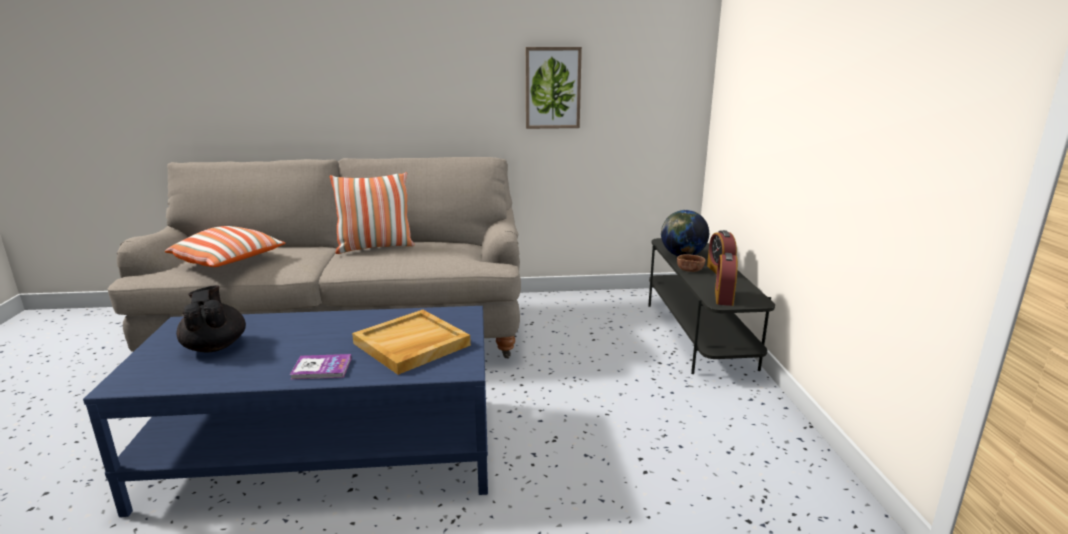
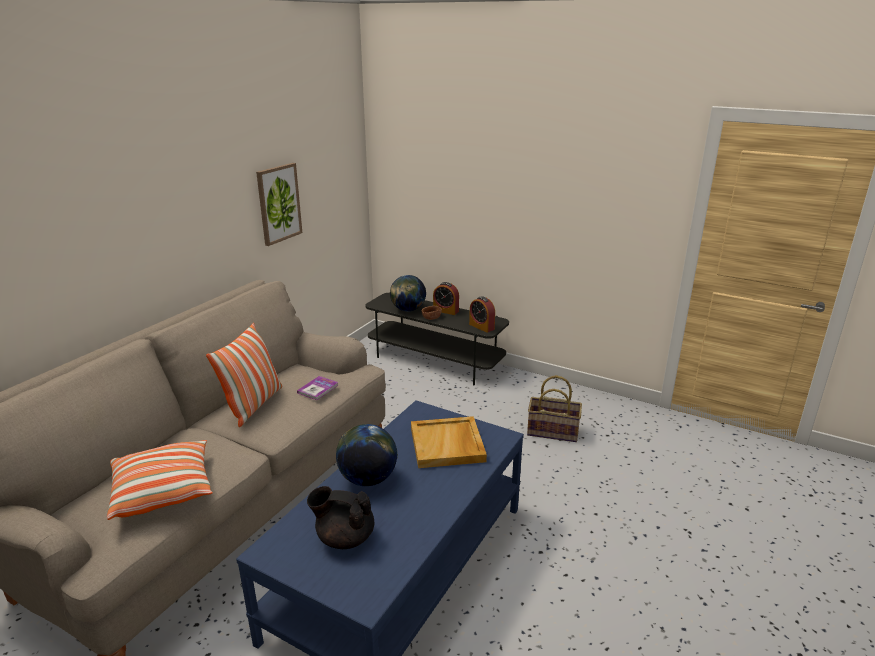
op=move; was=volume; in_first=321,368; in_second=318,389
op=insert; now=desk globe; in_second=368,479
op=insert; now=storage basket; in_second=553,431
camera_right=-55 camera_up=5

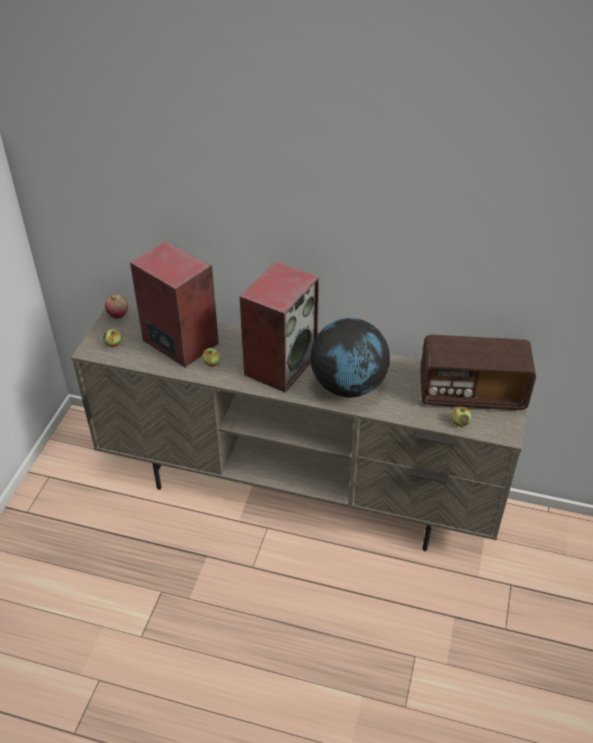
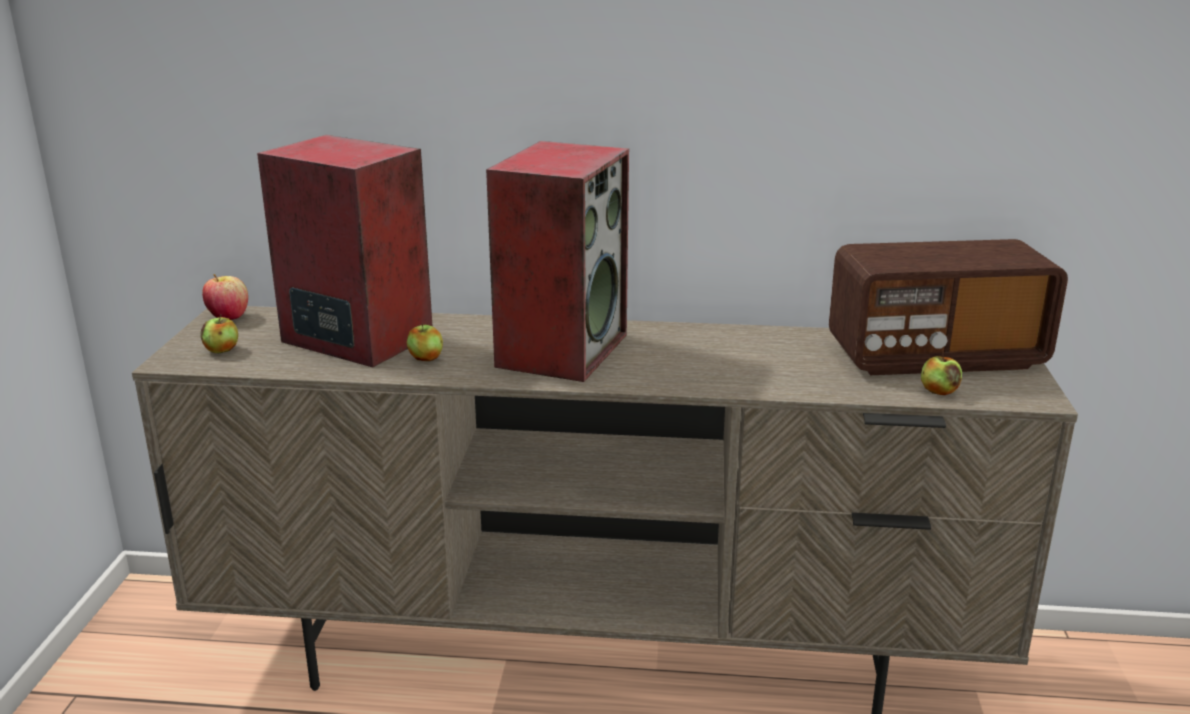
op=delete; was=desk globe; in_first=348,385
camera_right=-10 camera_up=-20

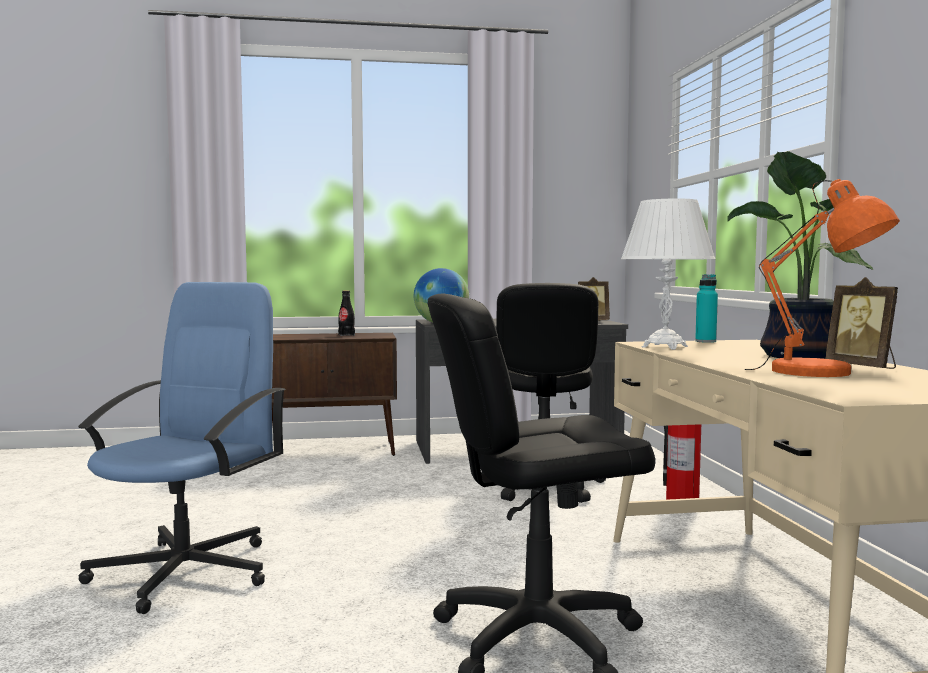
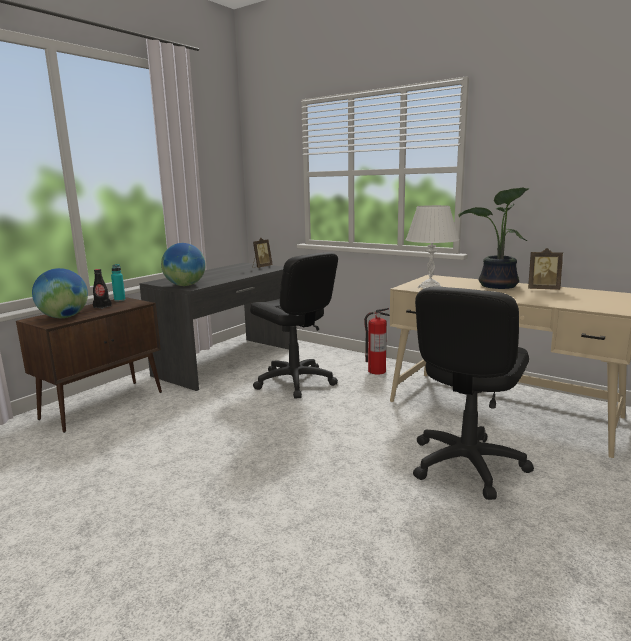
op=insert; now=desk globe; in_second=64,317
op=move; was=beverage bottle/blue-green; in_first=705,341; in_second=120,300
op=delete; was=desk chair/bluish; in_first=187,571
op=delete; was=lamp for a table/orange; in_first=820,373
camera_right=-45 camera_up=10

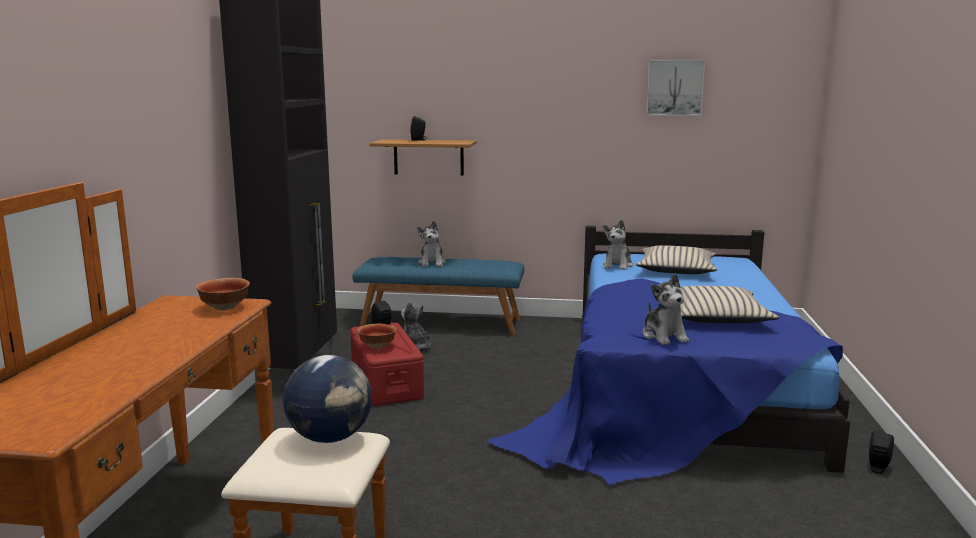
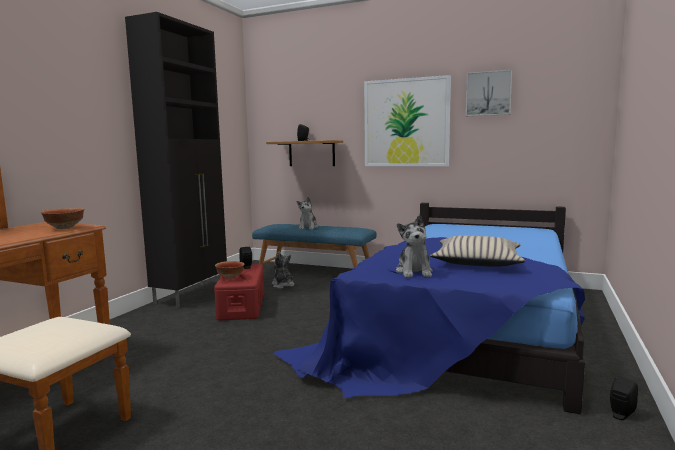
op=insert; now=wall art; in_second=406,123
op=delete; was=desk globe; in_first=330,438
op=delete; was=cuddly toy; in_first=618,265
op=delete; was=throw pillow/beige; in_first=676,270
camera_right=15 camera_up=-5

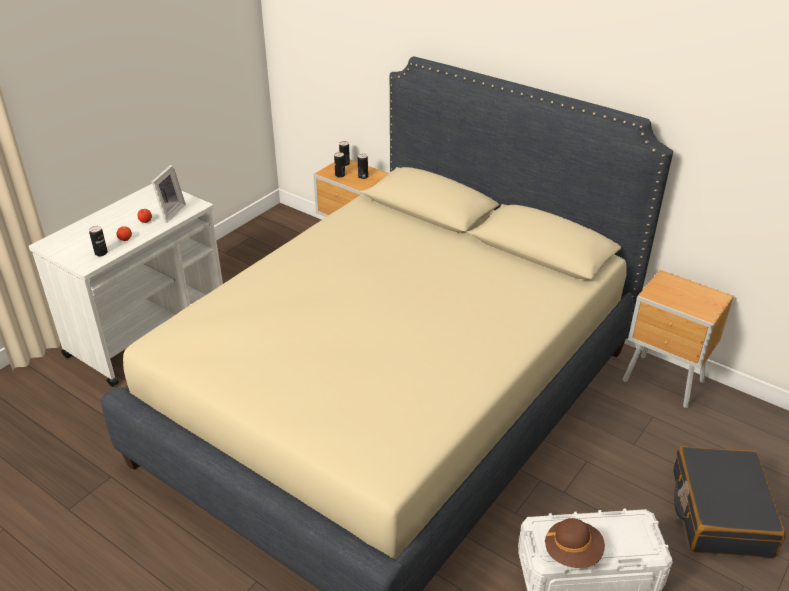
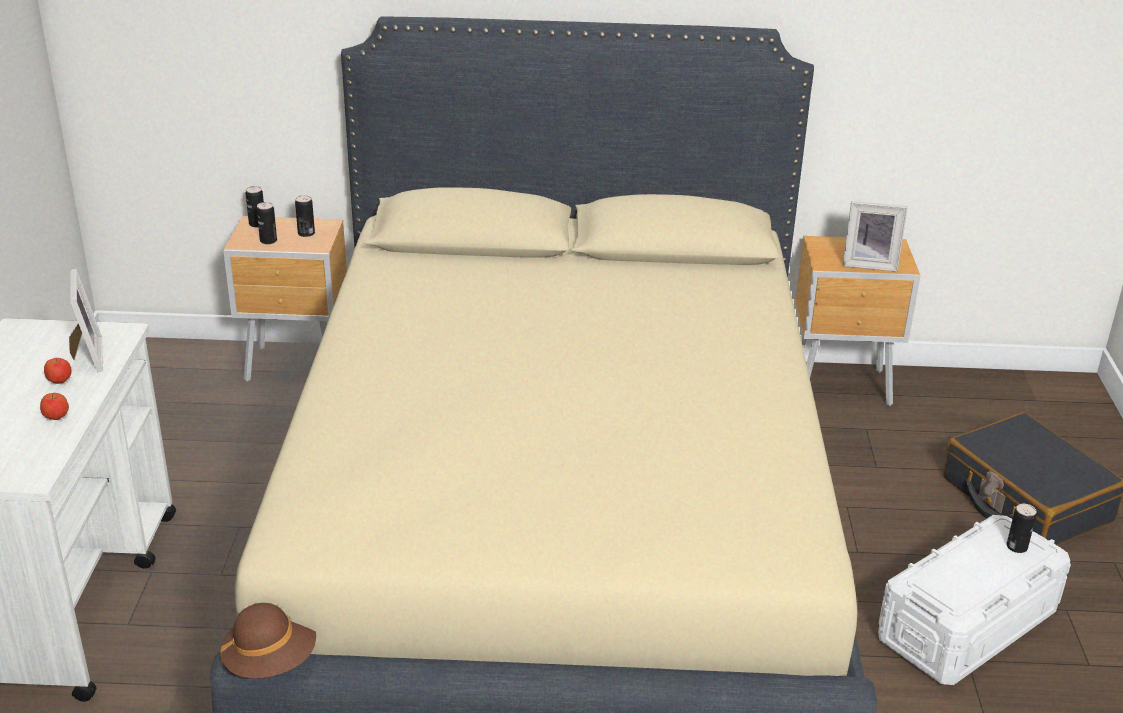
op=move; was=wearable hat/brown-coloured; in_first=572,552; in_second=271,660
op=insert; now=photo frame; in_second=869,264
op=move; was=can; in_first=101,253; in_second=1016,547
camera_right=-35 camera_up=-5

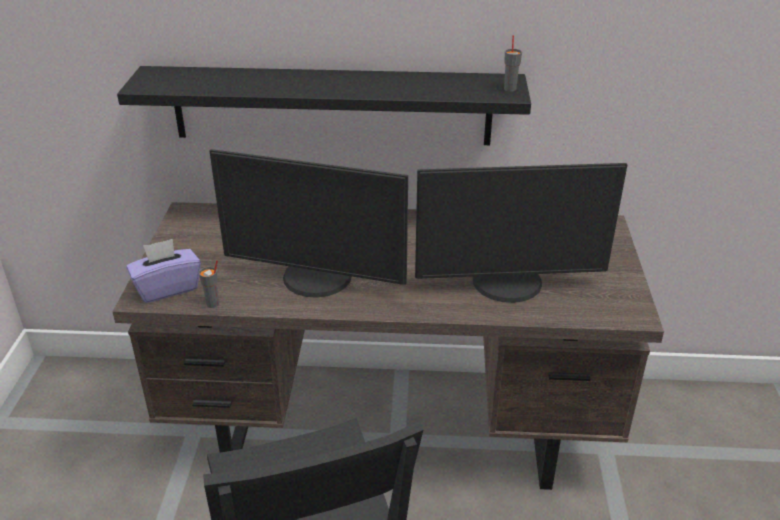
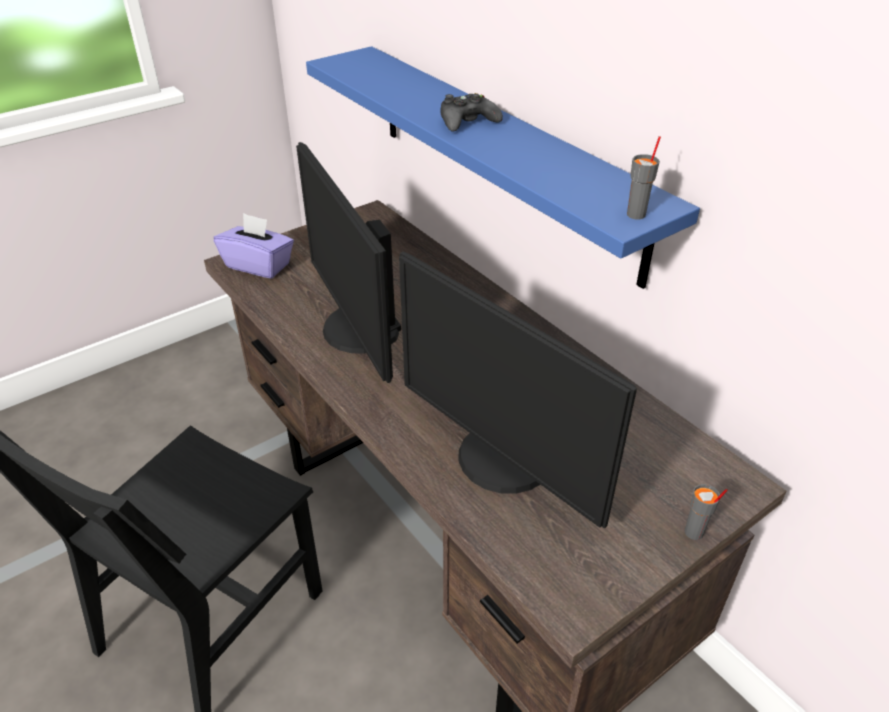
op=recolor; was=shelf/black-coloured; now=shelf/bluish; in_first=332,105; in_second=501,157
op=insert; now=game controller/black-coloured; in_second=467,122
op=move; was=cup/gray; in_first=213,304; in_second=694,533
camera_right=50 camera_up=5

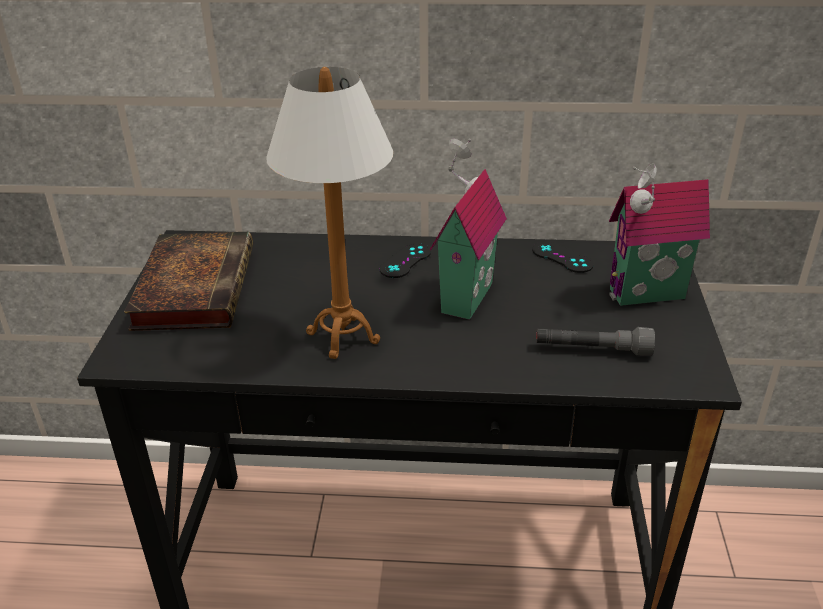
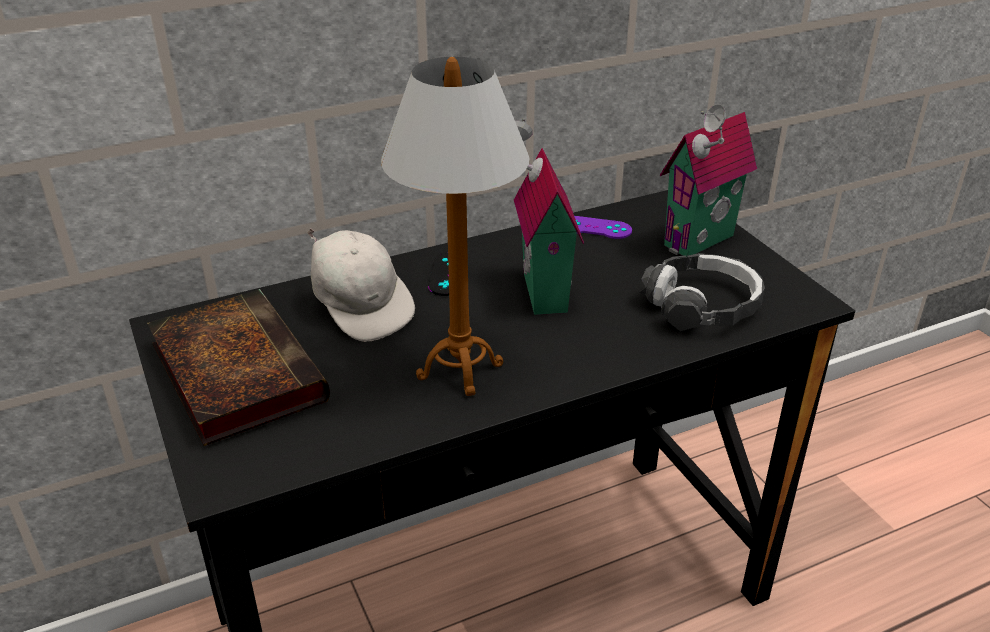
op=insert; now=peaked cap/white-coloured; in_second=361,308
op=recolor; was=game controller/black-coloured; now=game controller/purple; in_first=562,257; in_second=595,228
op=replace; was=flashlight/gray; now=headset; in_first=592,350; in_second=701,305
camera_right=-30 camera_up=0

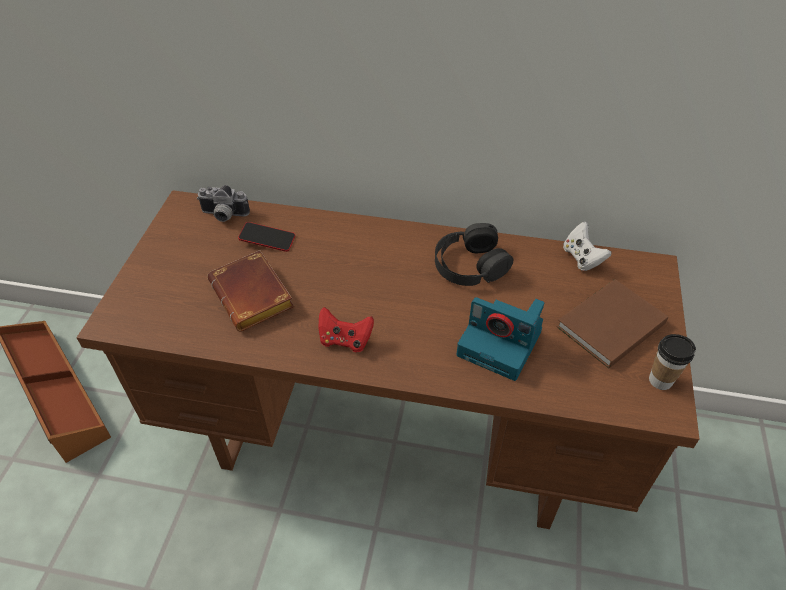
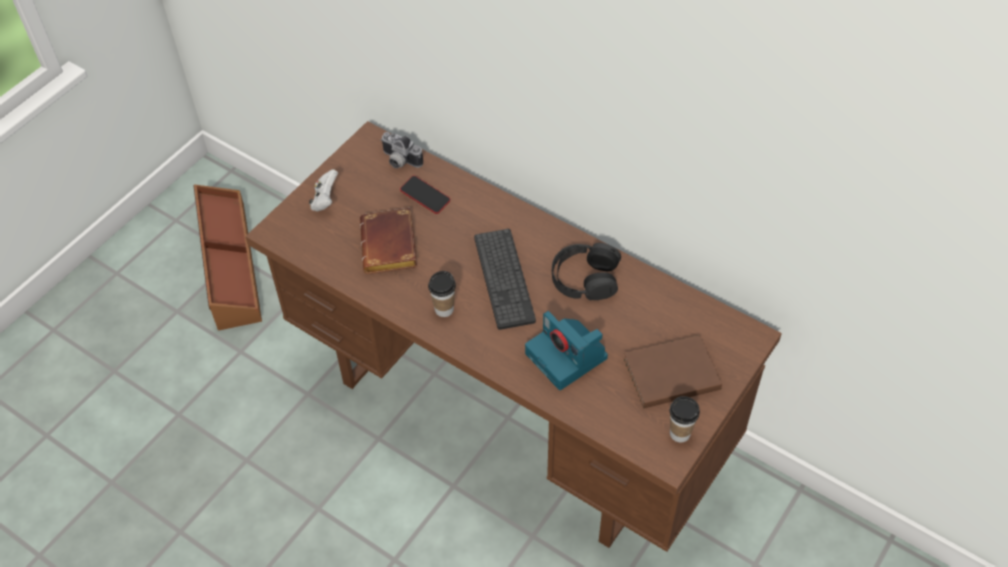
op=move; was=game controller/white-coloured; in_first=582,258; in_second=325,200
op=replace; was=game controller/reddish; now=cup; in_first=345,340; in_second=444,309
op=insert; now=PC keyboard; in_second=504,279
camera_right=25 camera_up=5

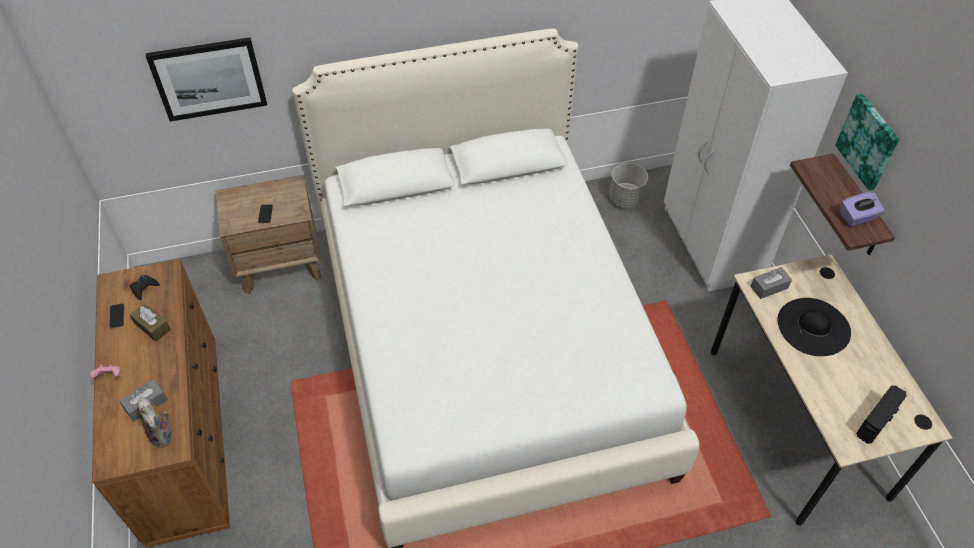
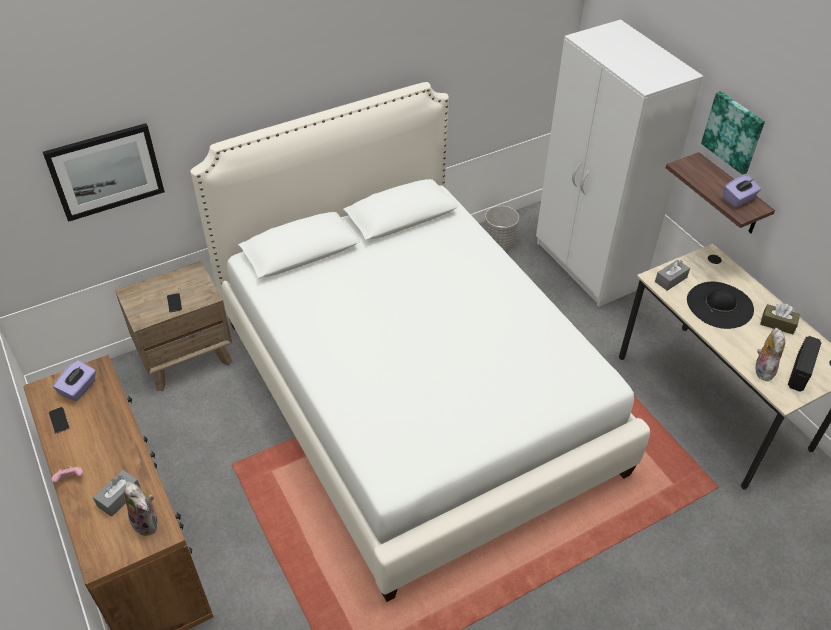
op=replace; was=game controller/black-coloured; now=box of tissues/purple; in_first=144,288; in_second=79,388
op=insert; now=cuddly toy; in_second=762,369
op=move; was=box of tissues/brown-coloured; in_first=152,326; in_second=777,324
camera_right=-15 camera_up=-5

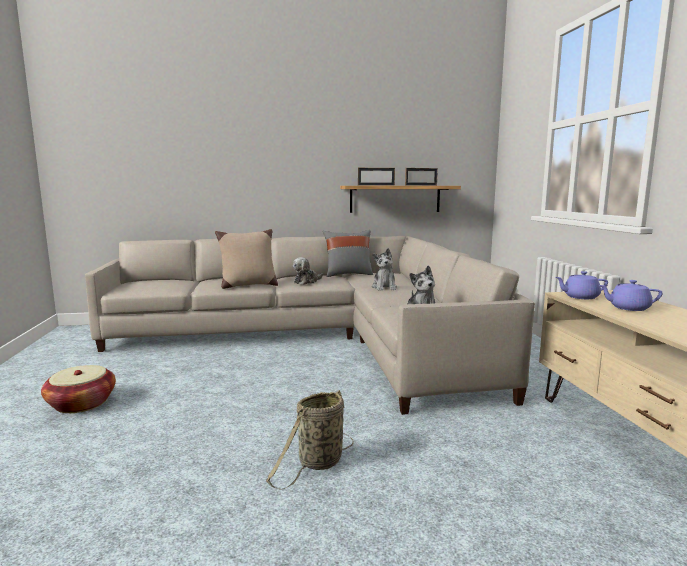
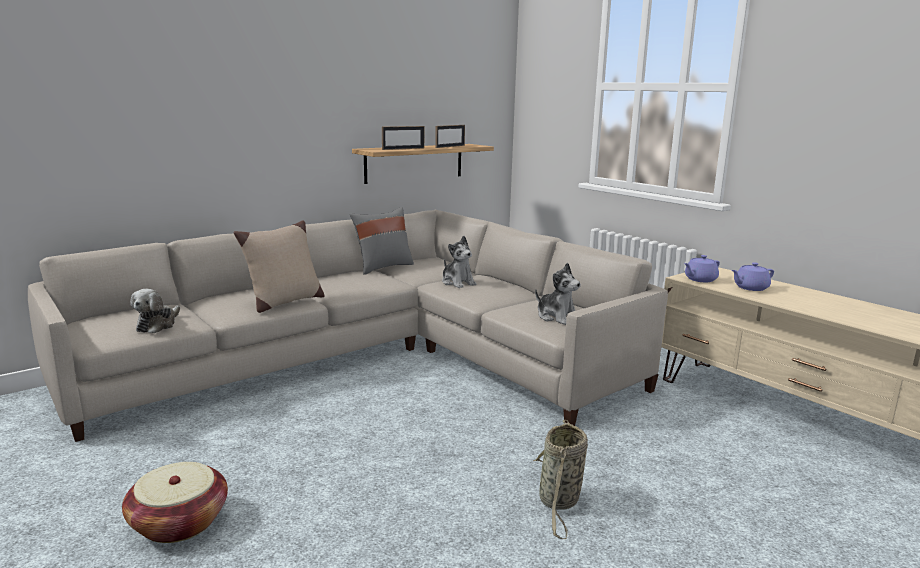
op=move; was=cuddly toy; in_first=307,281; in_second=157,325
camera_right=-30 camera_up=5

